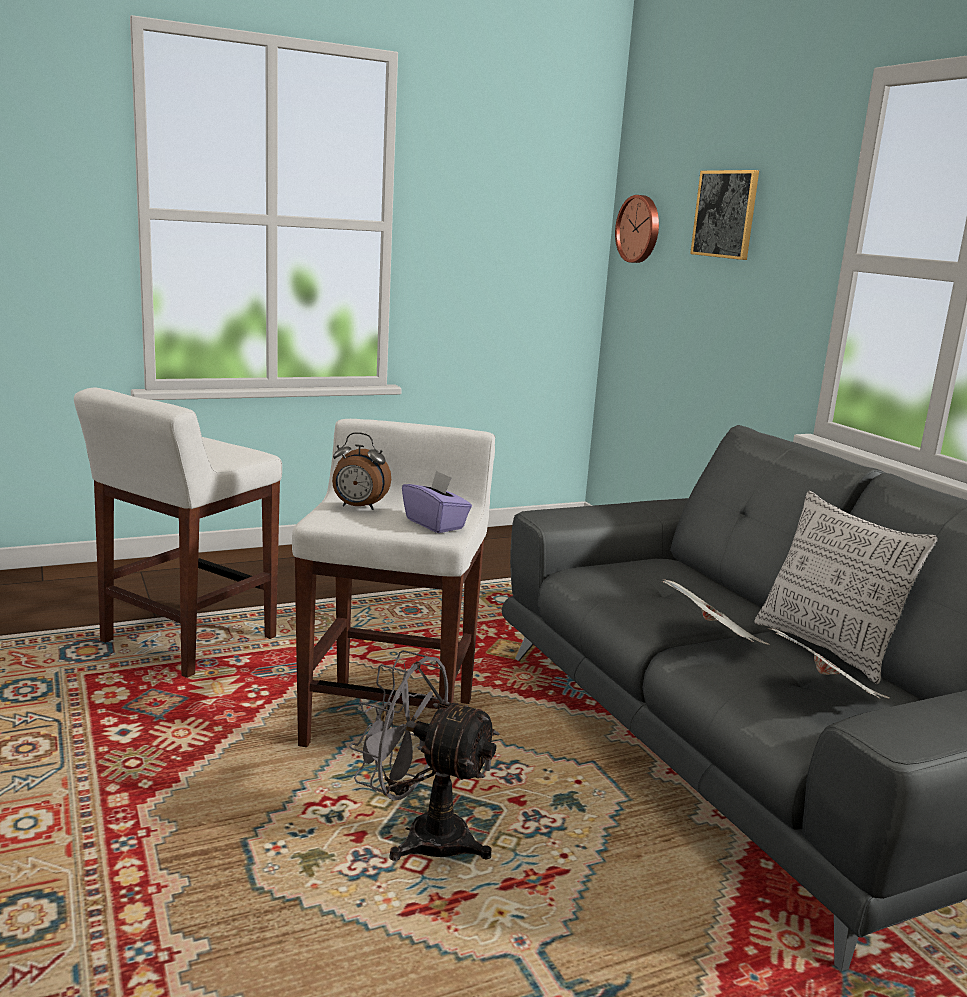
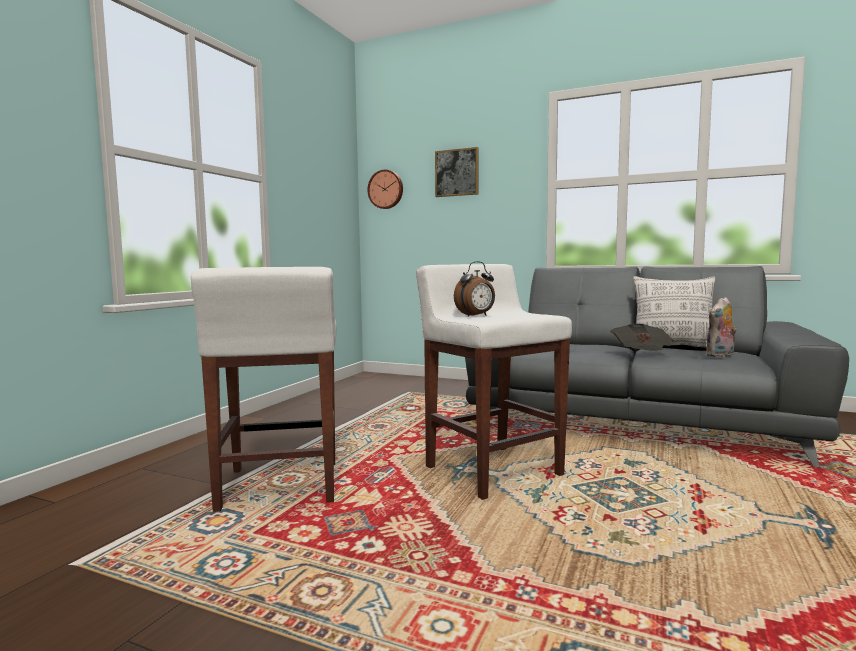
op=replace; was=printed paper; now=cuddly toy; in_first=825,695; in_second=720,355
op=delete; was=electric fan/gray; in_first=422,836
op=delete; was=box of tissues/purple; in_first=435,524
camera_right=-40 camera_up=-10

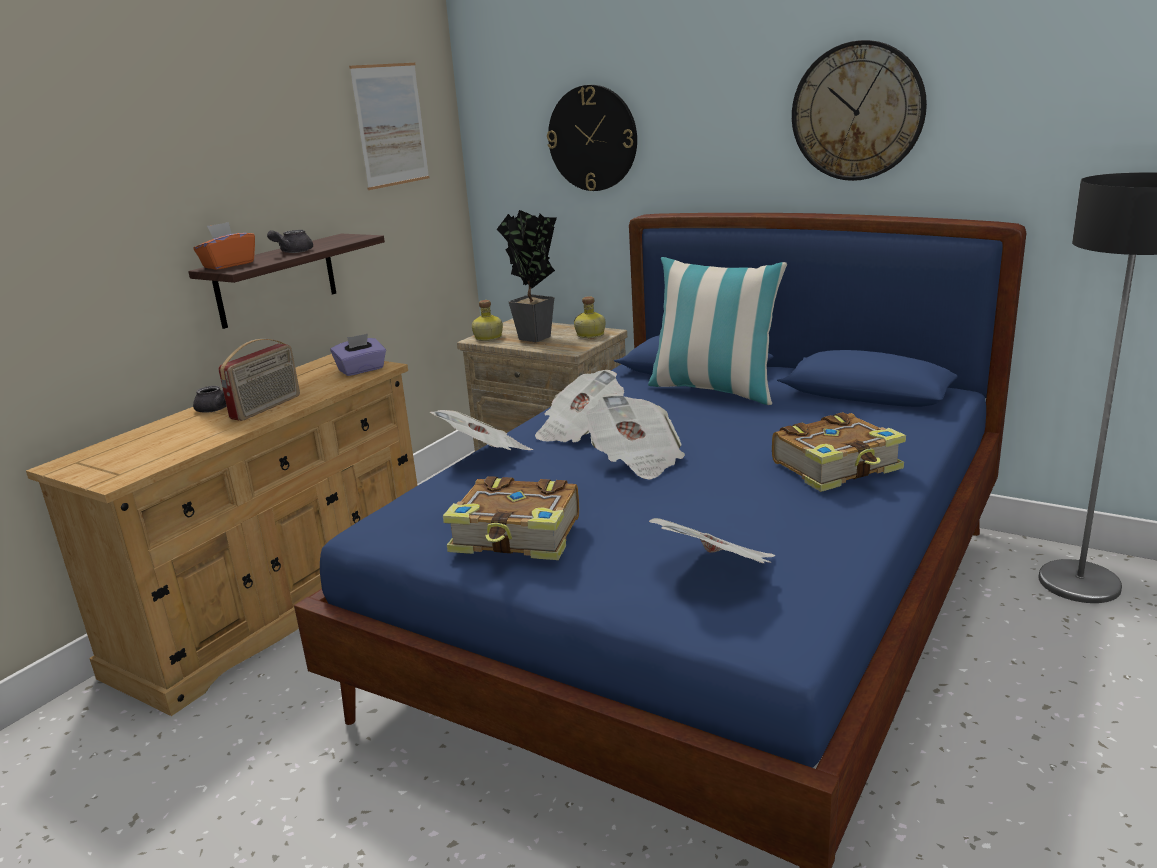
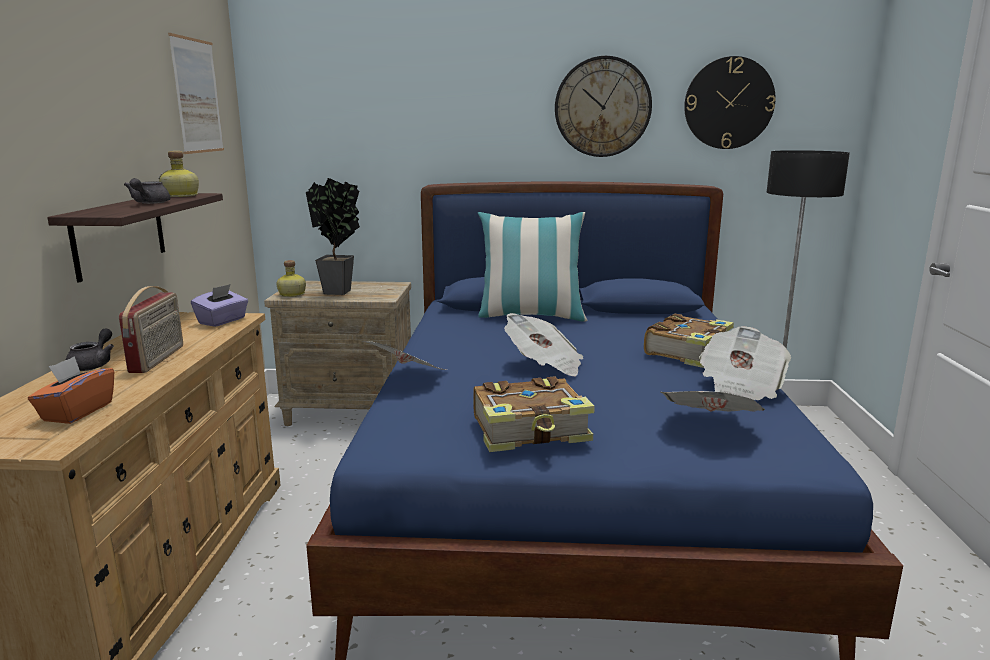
op=move; was=box of tissues/orange; in_first=228,265; in_second=77,412
op=move; was=beverage bottle; in_first=590,335; in_second=181,196
op=move; was=clock on the wall; in_first=592,138; in_second=729,103
op=move; was=printed paper; in_first=579,430; in_second=740,387
camera_right=-30 camera_up=-5

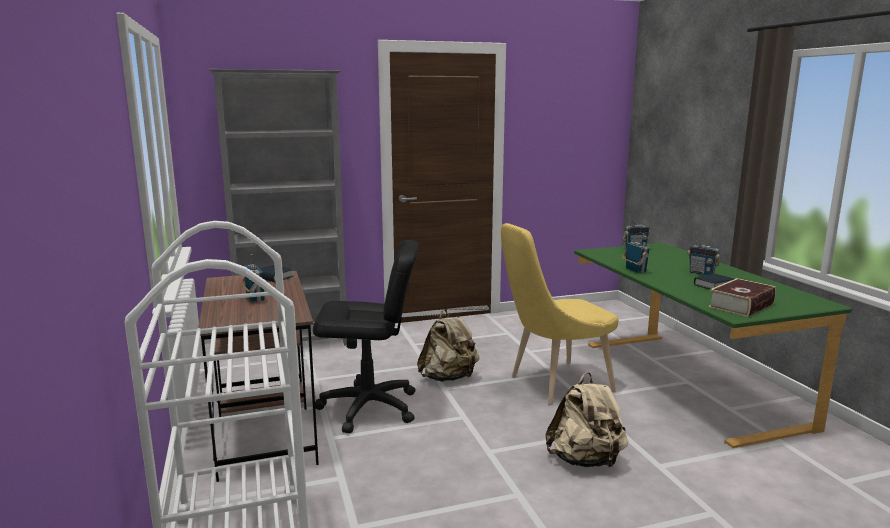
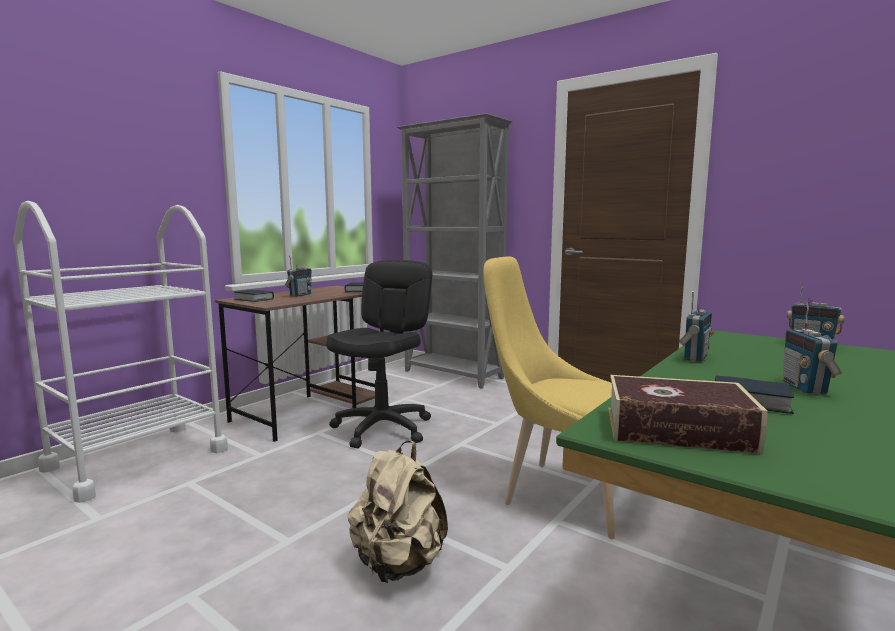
op=insert; now=volume; in_second=254,299
op=rotate; was=desk chair/black-coloured; in_first=369,407; in_second=383,428; clockwise=-120
op=delete; was=backpack/beige; in_first=448,378
camera_right=55 camera_up=-5

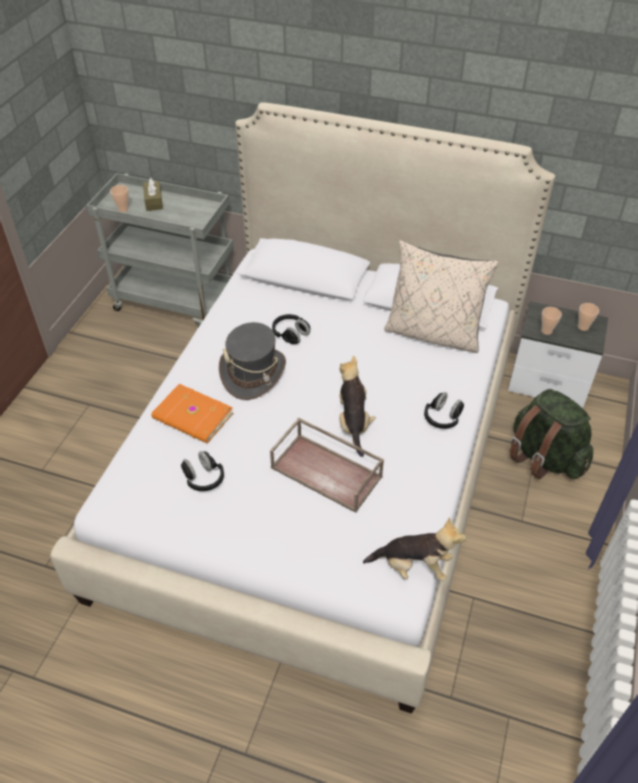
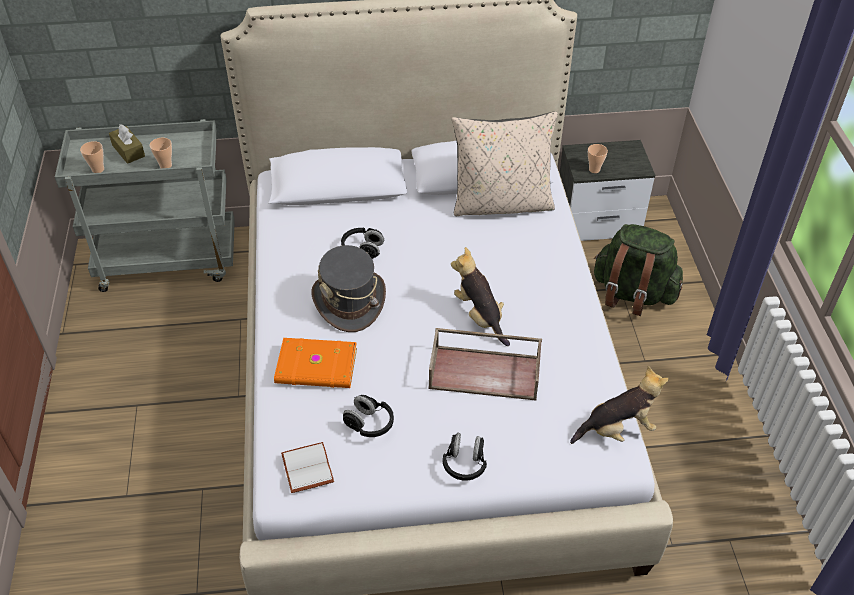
op=move; was=cup; in_first=583,327; in_second=165,165
op=insert; now=volume/white-coloured; in_second=305,468
op=move; was=headset/black-coloured; in_first=442,418; in_second=465,464
camera_right=-25 camera_up=0

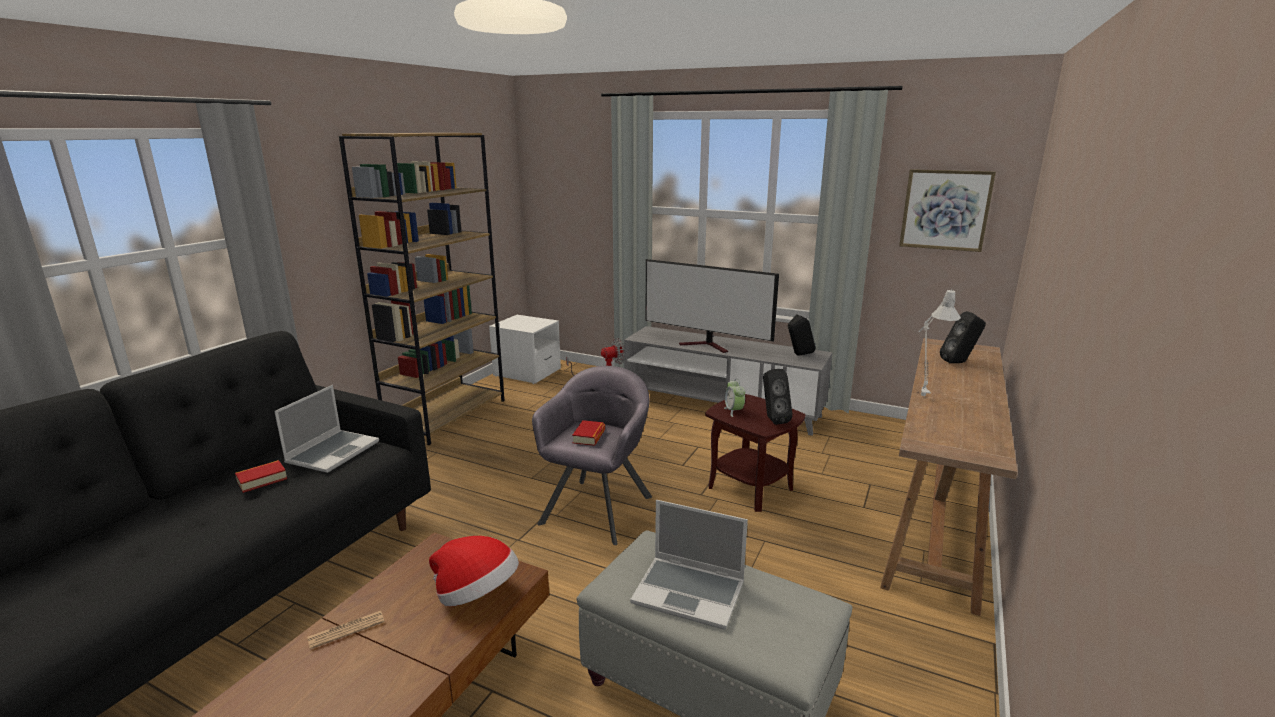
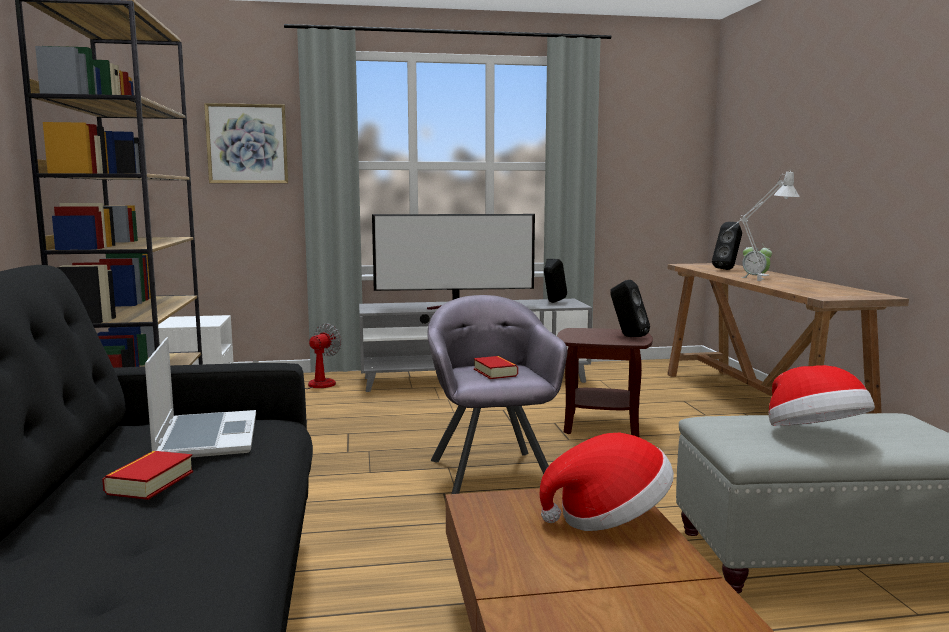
op=move; was=wall art; in_first=945,210; in_second=247,144
op=move; was=bedside clock; in_first=734,411; in_second=755,277
op=replace; was=notebook computer; now=wearable hat; in_first=690,593; in_second=814,436
op=delete; was=printed paper; in_first=346,630
camera_right=-35 camera_up=-10

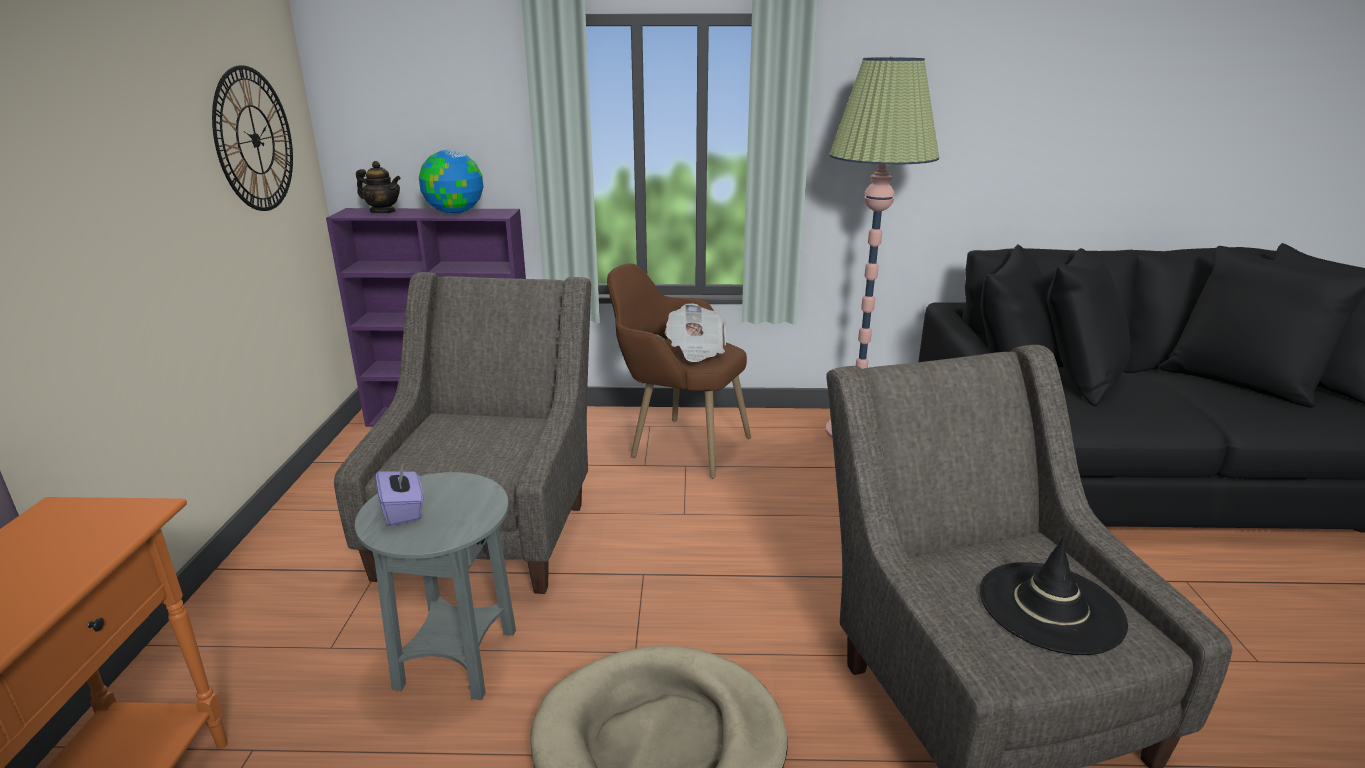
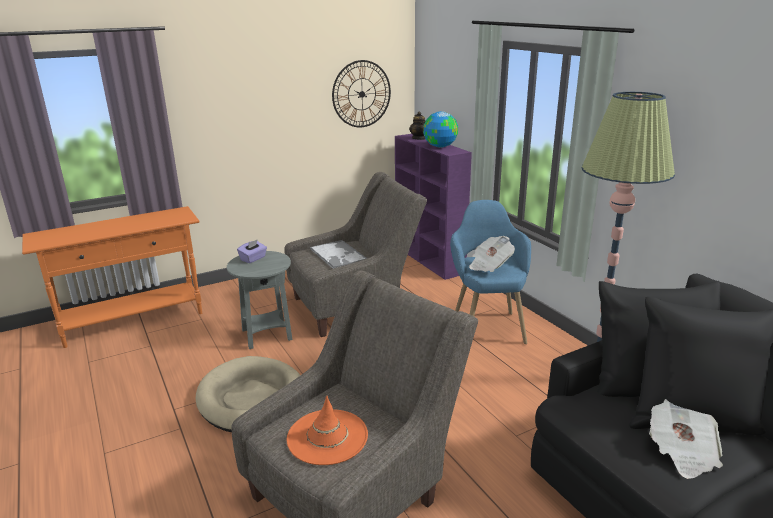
op=recolor; was=wearable hat/black-coloured; now=wearable hat/orange; in_first=1050,607; in_second=327,437
op=insert; now=tray; in_second=338,255
op=recolor; was=lounge chair/brown-coloured; now=lounge chair/bluish; in_first=677,444; in_second=486,323
op=insert; now=printed paper; in_second=682,452
camera_right=60 camera_up=0

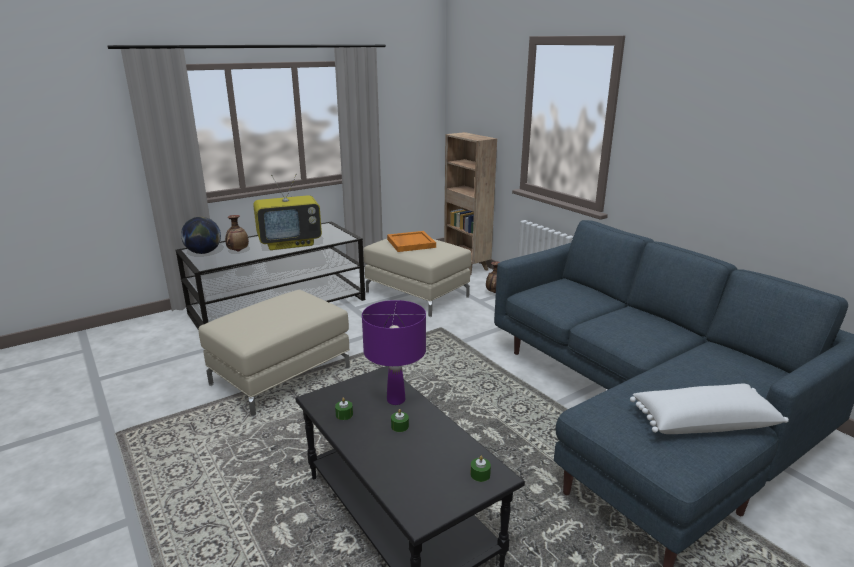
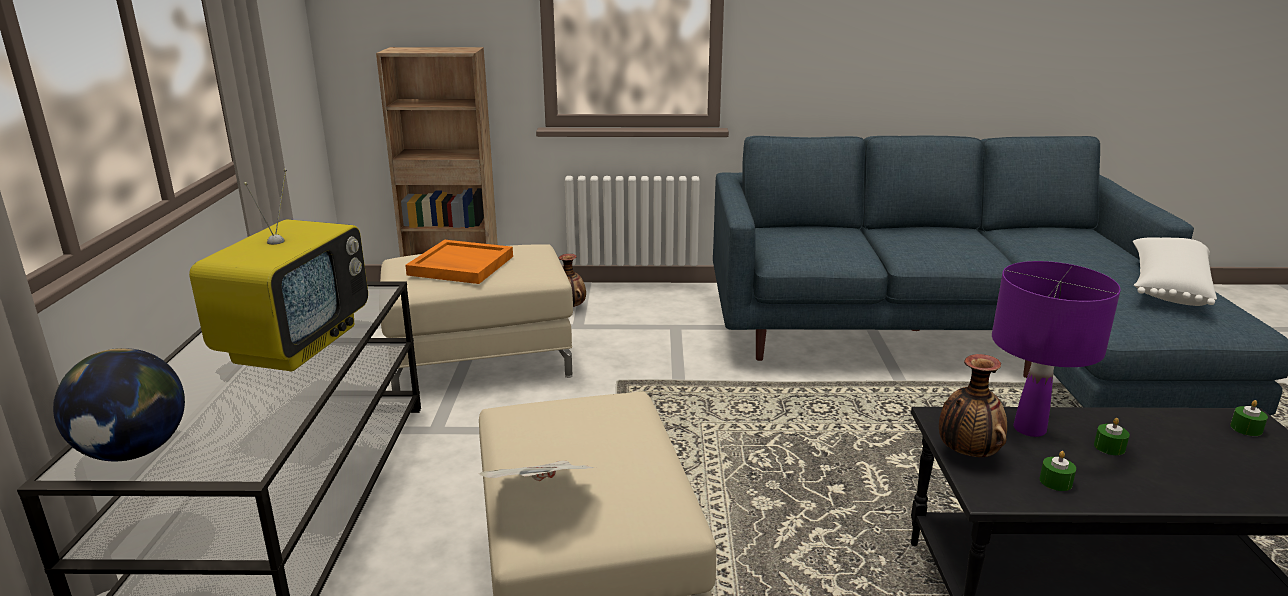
op=insert; now=printed paper; in_second=541,495
op=move; was=decorative vase; in_first=238,251; in_second=967,454
camera_right=-55 camera_up=0

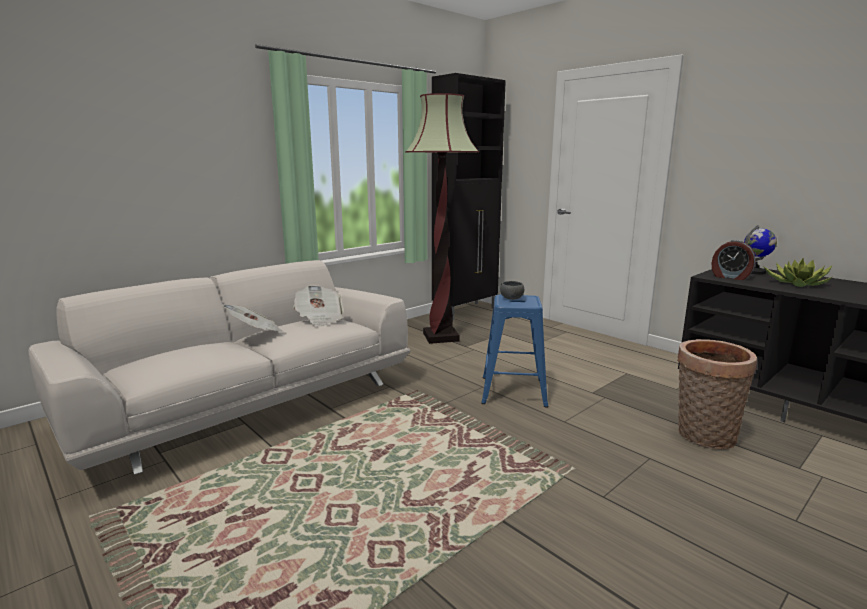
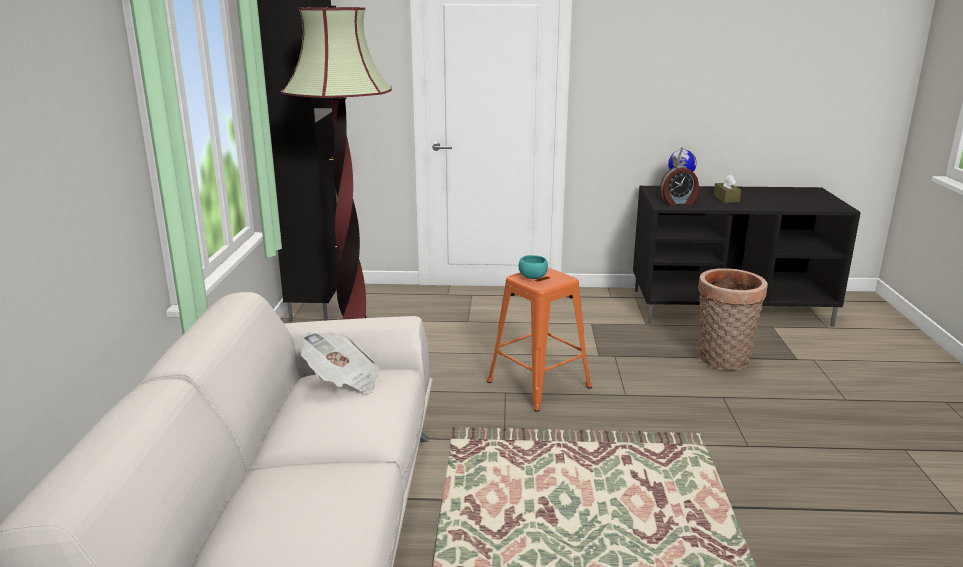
op=recolor; was=sitting stool/bluish; now=sitting stool/orange; in_first=512,391; in_second=538,385
op=recolor; was=deep dish/gray; now=deep dish/blue-green; in_first=511,298; in_second=532,277
op=replace; was=potted plant; now=box of tissues/brown-coloured; in_first=796,283; in_second=726,199
op=delete; was=printed paper; in_first=255,332
camera_right=-45 camera_up=5

